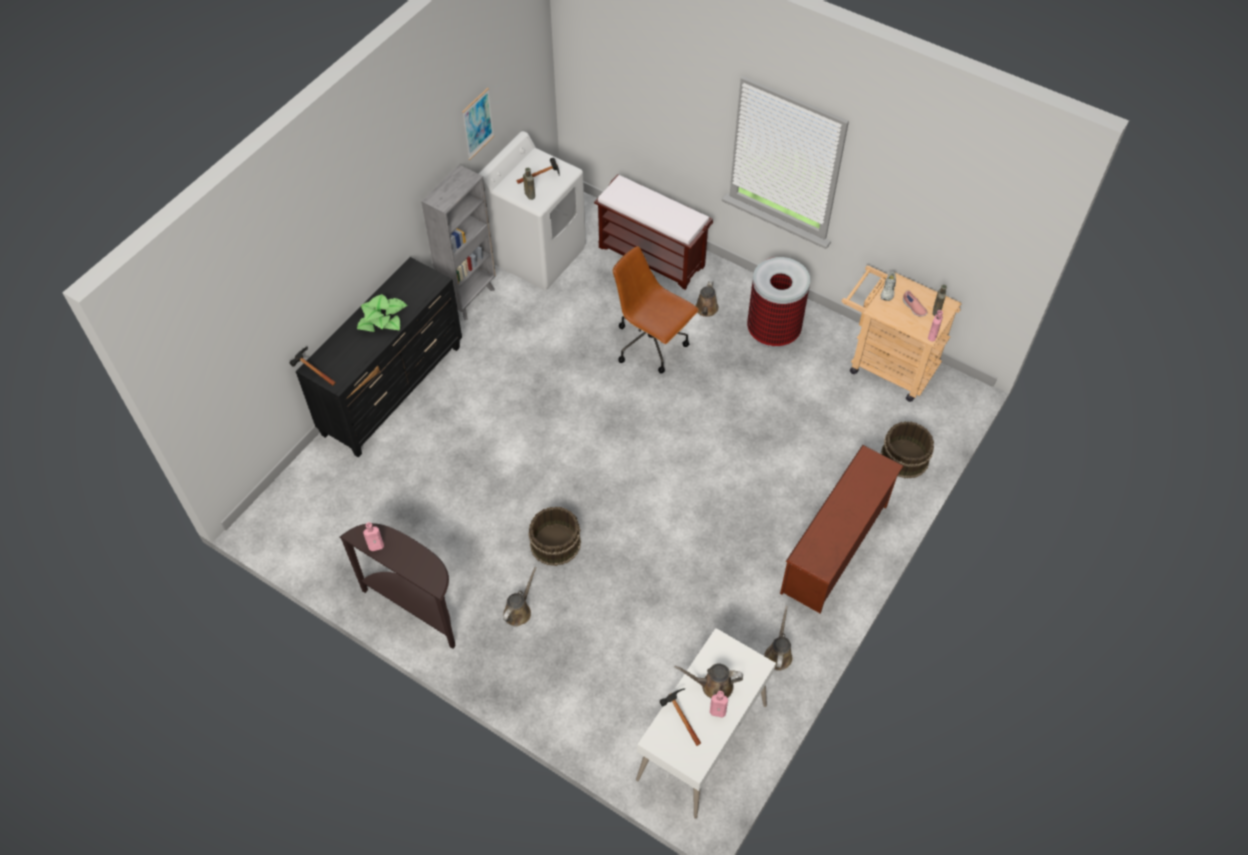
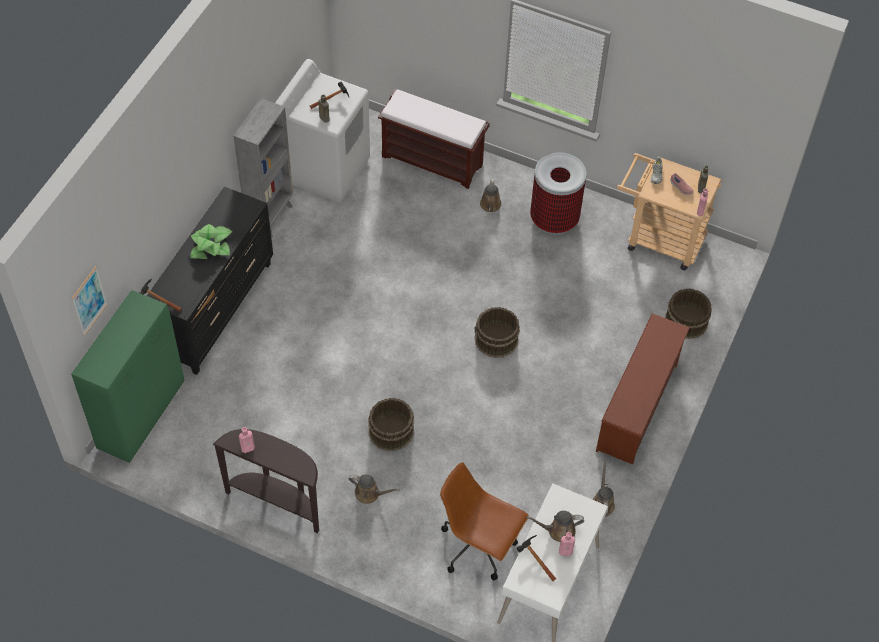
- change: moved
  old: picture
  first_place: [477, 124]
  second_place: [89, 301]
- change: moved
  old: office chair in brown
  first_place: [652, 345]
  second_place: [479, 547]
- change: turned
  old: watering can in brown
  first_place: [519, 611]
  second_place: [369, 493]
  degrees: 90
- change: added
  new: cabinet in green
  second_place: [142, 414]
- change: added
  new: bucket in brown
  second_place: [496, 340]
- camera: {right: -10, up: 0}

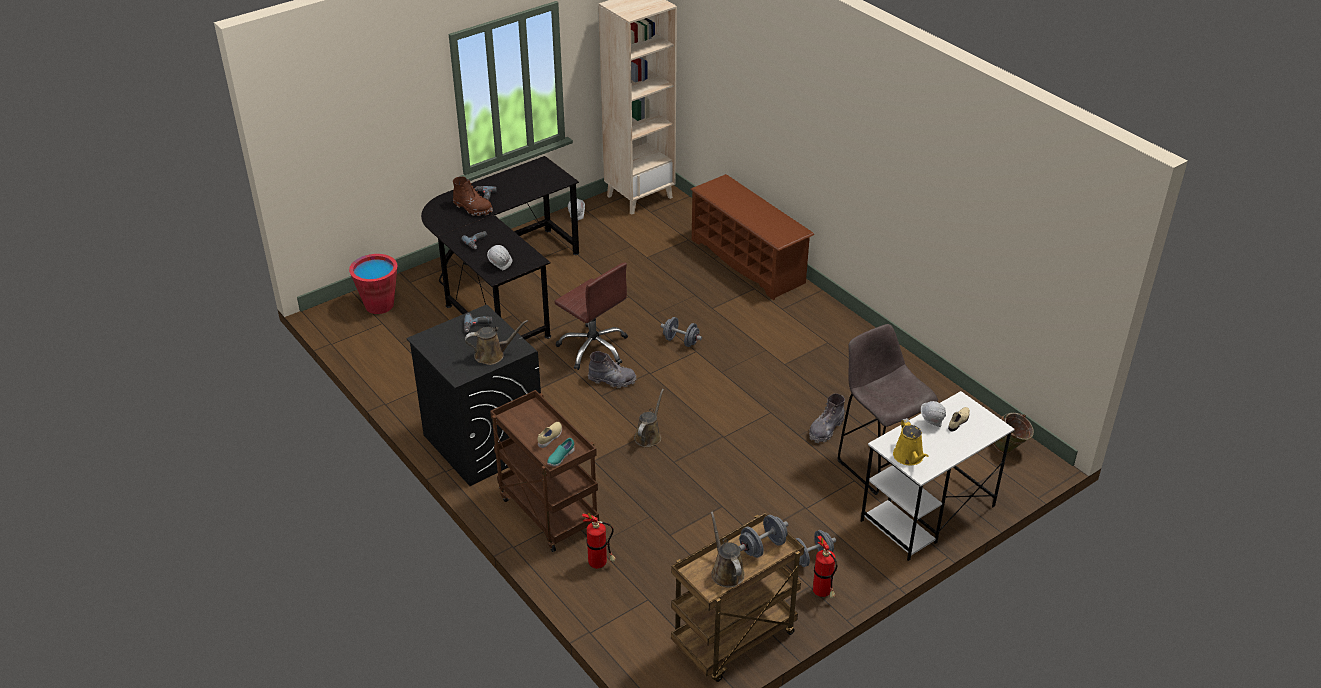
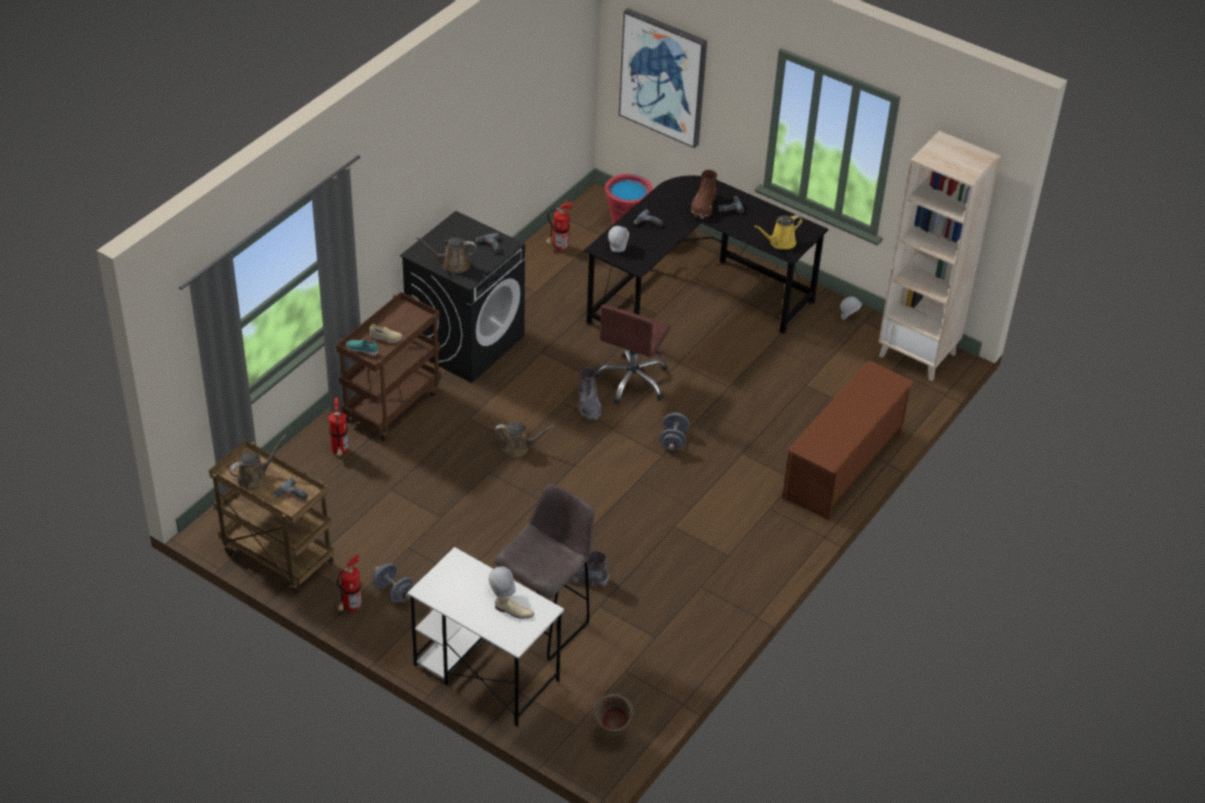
- change: turned
  old: watering can in brown
  first_place: [492, 355]
  second_place: [452, 265]
  degrees: 120
- change: moved
  old: watering can in yellow
  first_place: [909, 457]
  second_place: [780, 242]
- change: replaced
  old: dumbbell in grey
  new: power drill
  first_place: [762, 547]
  second_place: [291, 496]
- change: added
  new: picture
  second_place: [663, 77]
- change: added
  new: fire extinguisher
  second_place: [558, 247]
- camera: {right: 70, up: 5}

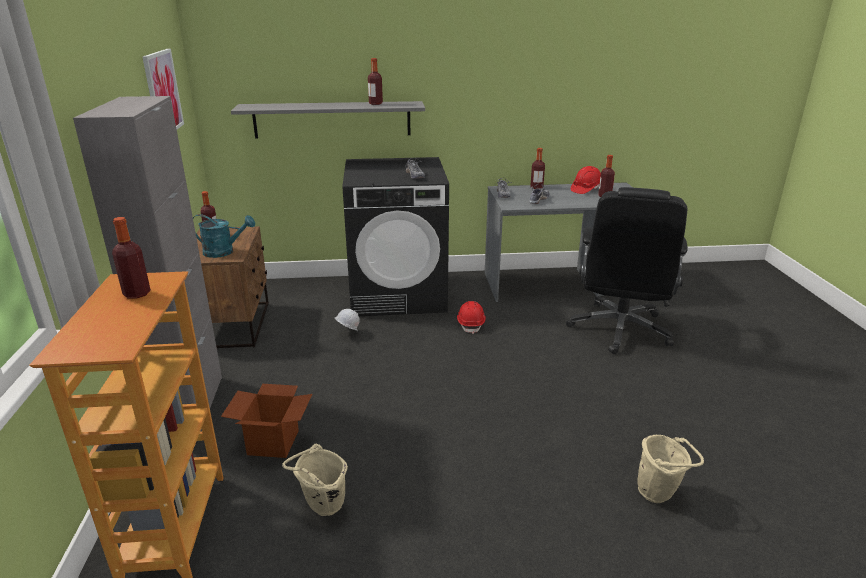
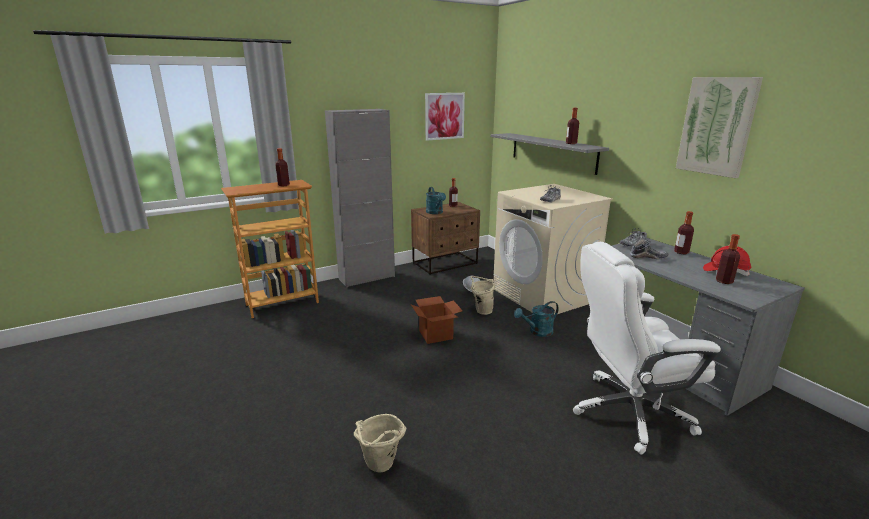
- change: recoloured
  old: washing machine in black
  new: washing machine in beige
  first_place: [398, 294]
  second_place: [543, 295]
- change: recoloured
  old: office chair in black
  new: office chair in white
  first_place: [619, 330]
  second_place: [628, 412]
- change: replaced
  old: hard hat in red
  new: watering can in turquoise
  first_place: [471, 324]
  second_place: [537, 332]
- change: moved
  old: cardboard box
  first_place: [273, 442]
  second_place: [436, 335]
- change: moved
  old: bucket in beige
  first_place: [321, 508]
  second_place: [481, 311]
- change: added
  new: picture
  second_place: [717, 126]
- camera: {right: 65, up: -5}

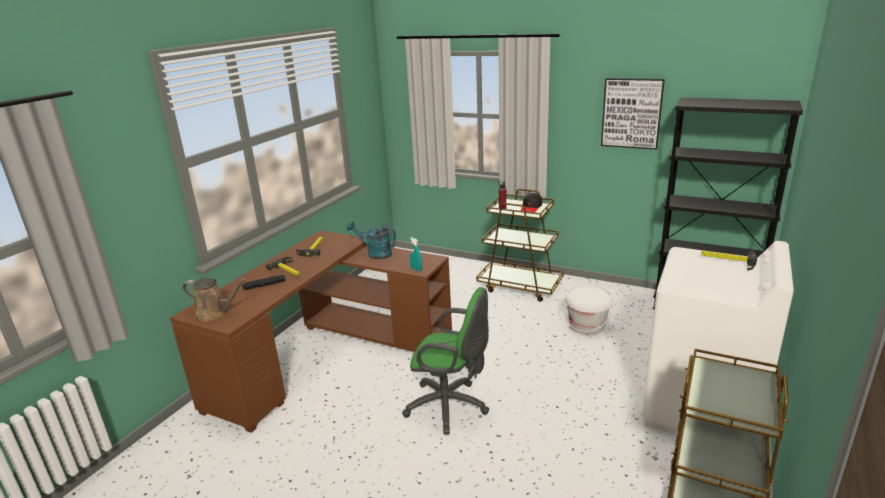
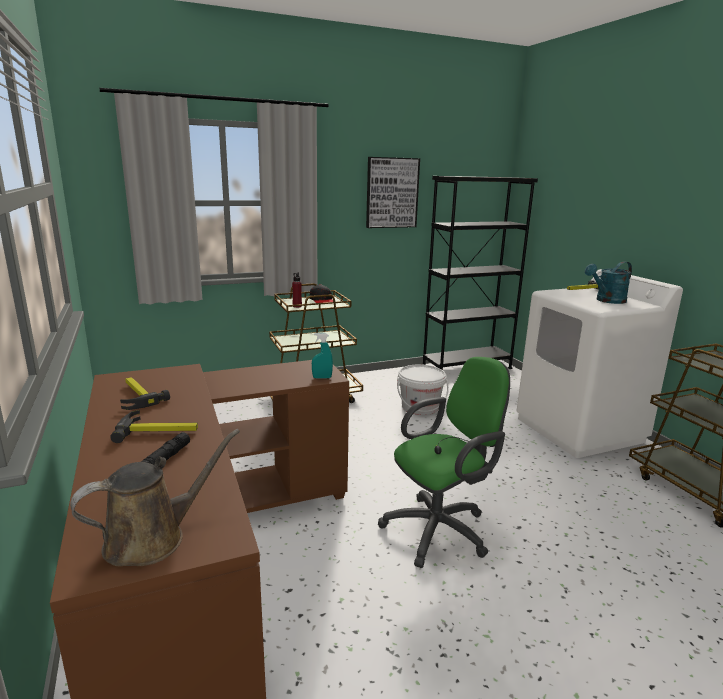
- change: moved
  old: watering can in turquoise
  first_place: [375, 254]
  second_place: [607, 301]
- camera: {right: -50, up: -5}

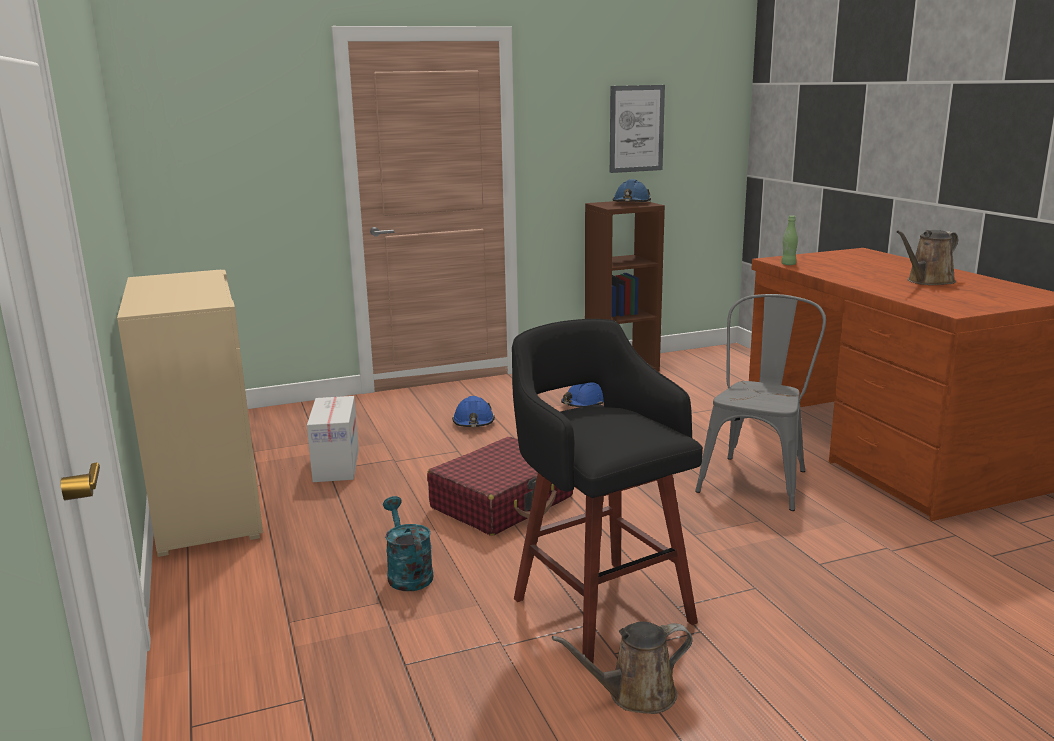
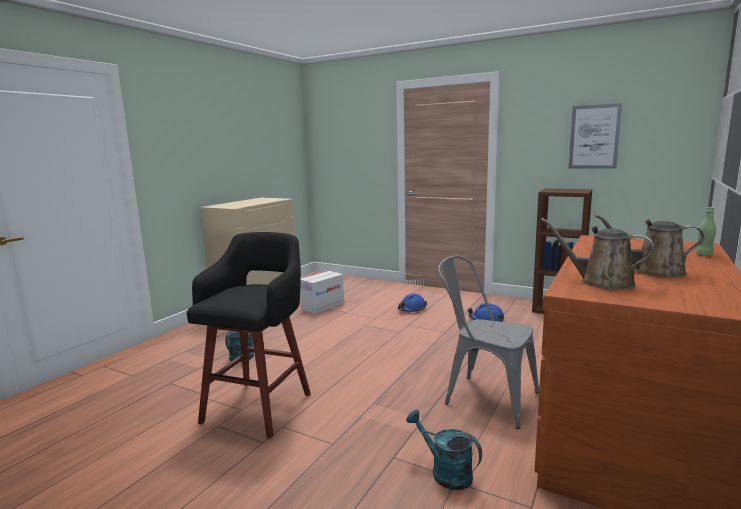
- change: removed
  old: hard hat in blue
  first_place: [631, 203]
- change: moved
  old: bottle in green
  first_place: [788, 264]
  second_place: [703, 255]
- change: turned
  old: chair in grey
  first_place: [757, 478]
  second_place: [484, 397]
  degrees: -135
- change: removed
  old: suitcase in red
  first_place: [503, 502]
- change: moved
  old: watering can in brown
  first_place: [635, 694]
  second_place: [601, 282]
- change: added
  new: watering can in turquoise
  second_place: [445, 472]
- camera: {right: 50, up: -5}

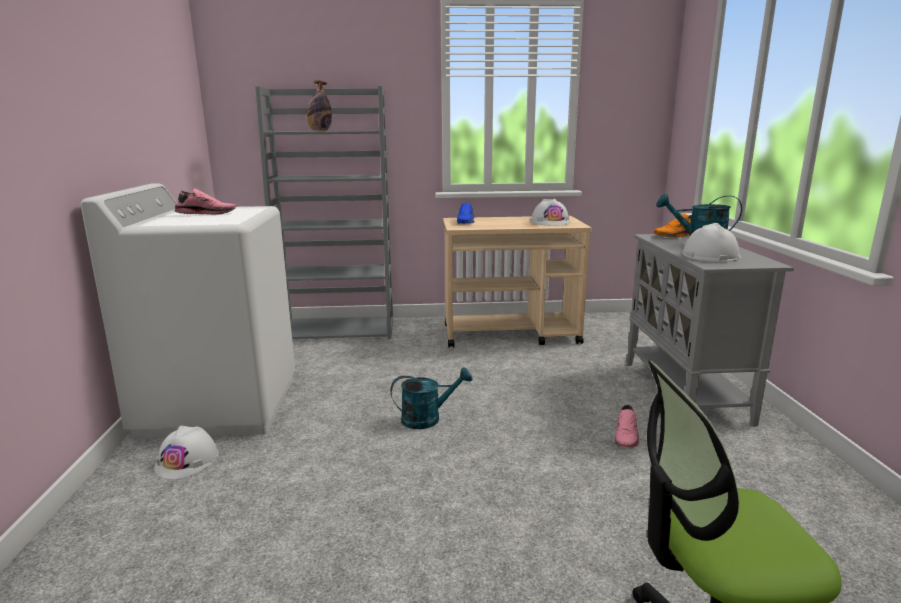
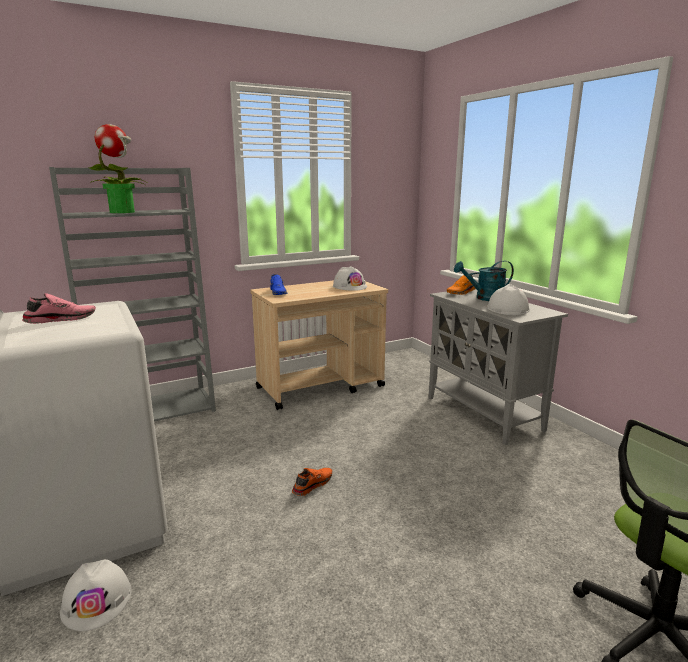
- change: replaced
  old: bottle
  new: potted plant
  first_place: [320, 131]
  second_place: [122, 212]
- change: replaced
  old: watering can in turquoise
  new: shoe in orange
  first_place: [428, 418]
  second_place: [312, 484]
- change: removed
  old: shoe in pink
  first_place: [627, 436]
- camera: {right: -25, up: 0}

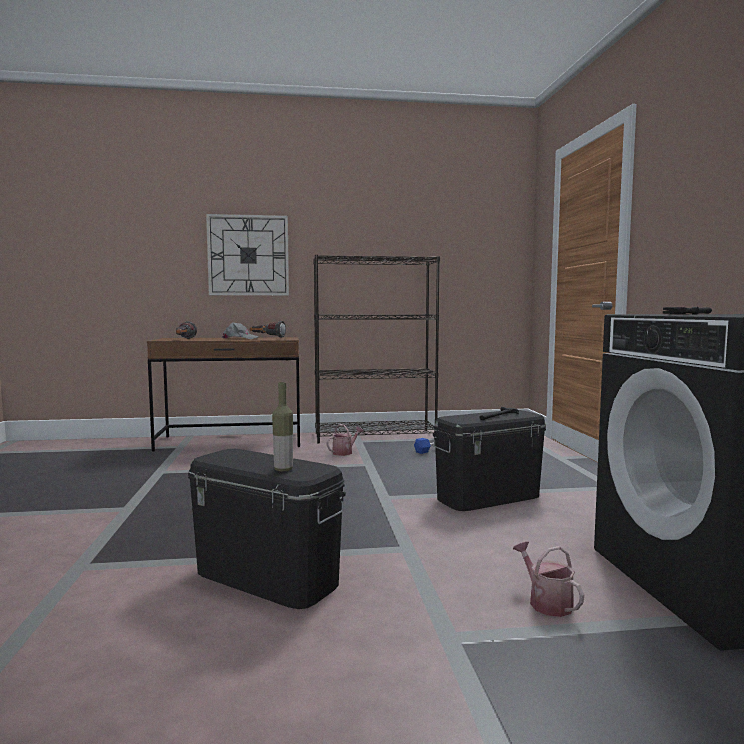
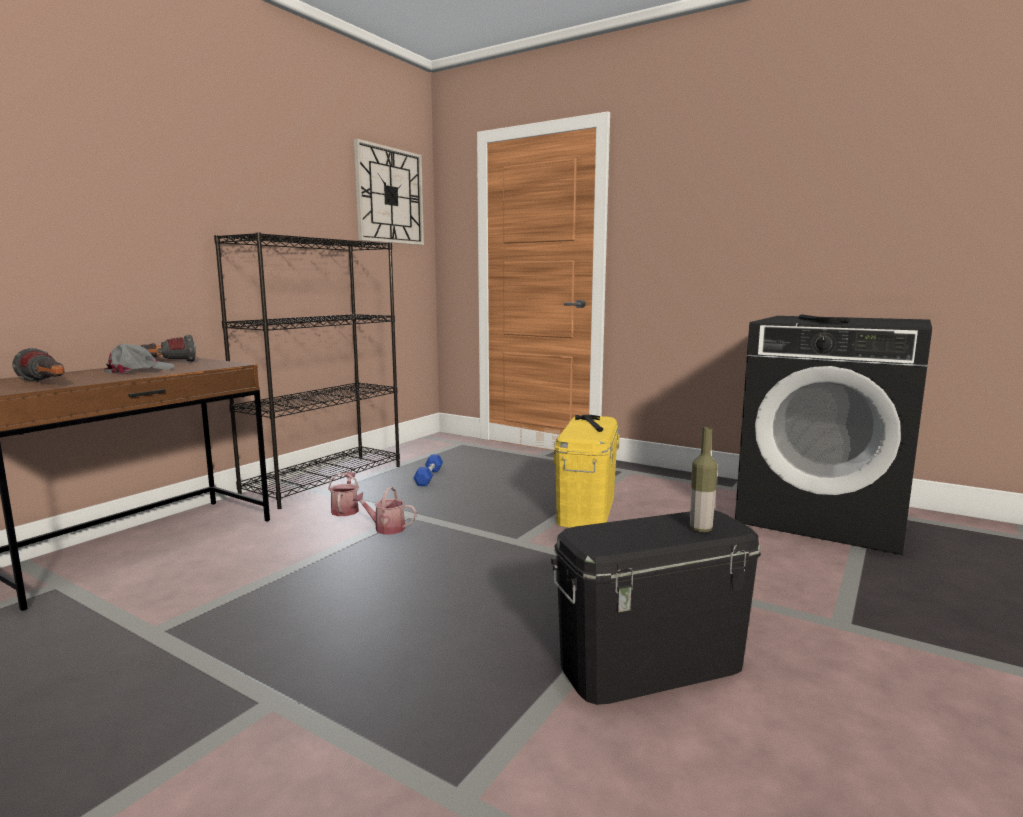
- change: moved
  old: wall clock
  first_place: [248, 255]
  second_place: [389, 195]
- change: recoloured
  old: storage box in black
  new: storage box in yellow
  first_place: [488, 497]
  second_place: [586, 508]
- change: moved
  old: watering can
  first_place: [546, 602]
  second_place: [385, 528]
- camera: {right: -50, up: 5}

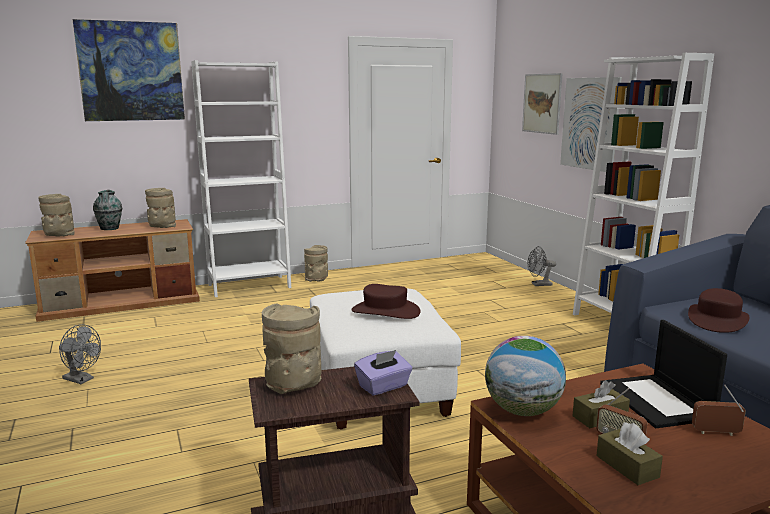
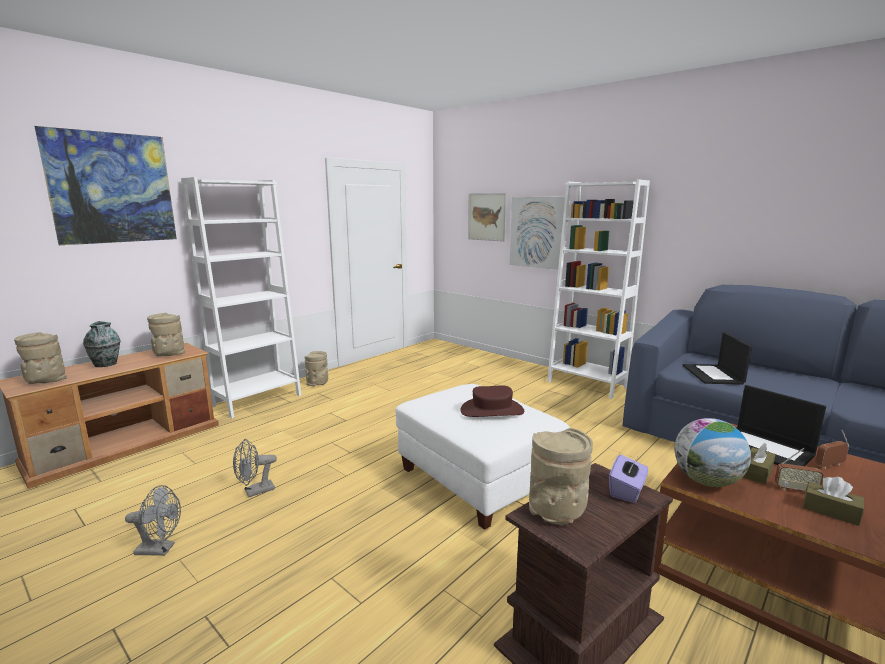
- change: moved
  old: fan in grey
  first_place: [539, 284]
  second_place: [255, 492]
- change: replaced
  old: hat in brown
  new: laptop
  first_place: [717, 320]
  second_place: [713, 375]
- camera: {right: -25, up: 0}

